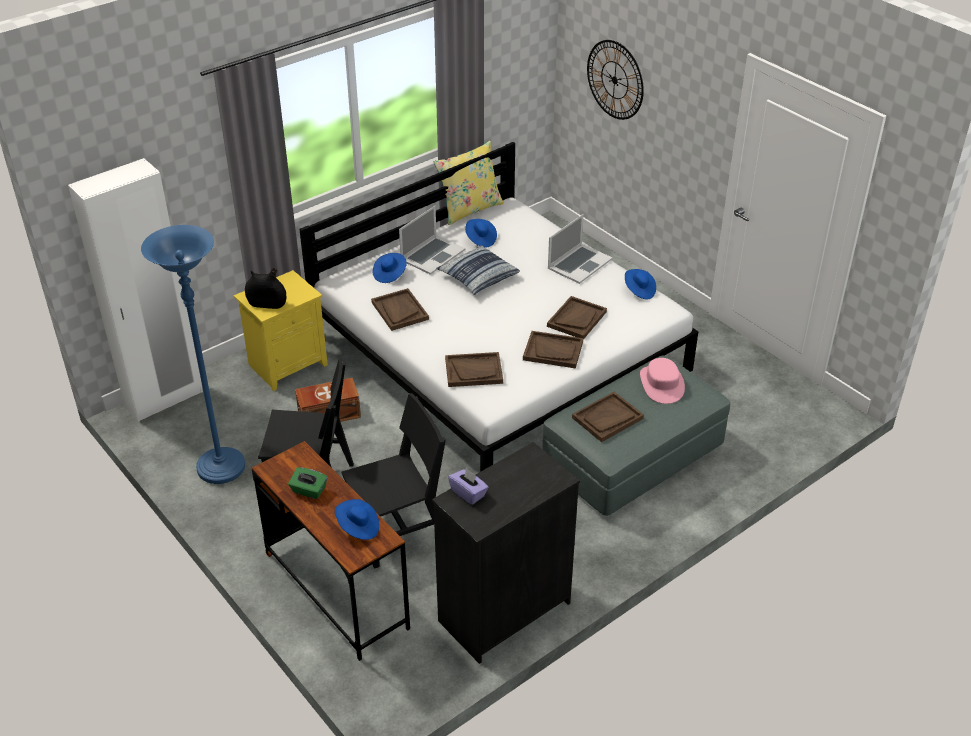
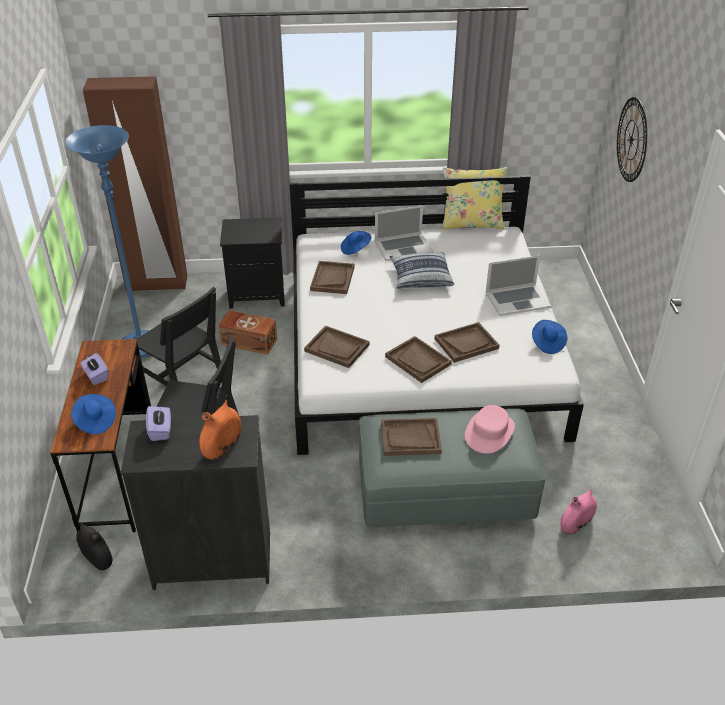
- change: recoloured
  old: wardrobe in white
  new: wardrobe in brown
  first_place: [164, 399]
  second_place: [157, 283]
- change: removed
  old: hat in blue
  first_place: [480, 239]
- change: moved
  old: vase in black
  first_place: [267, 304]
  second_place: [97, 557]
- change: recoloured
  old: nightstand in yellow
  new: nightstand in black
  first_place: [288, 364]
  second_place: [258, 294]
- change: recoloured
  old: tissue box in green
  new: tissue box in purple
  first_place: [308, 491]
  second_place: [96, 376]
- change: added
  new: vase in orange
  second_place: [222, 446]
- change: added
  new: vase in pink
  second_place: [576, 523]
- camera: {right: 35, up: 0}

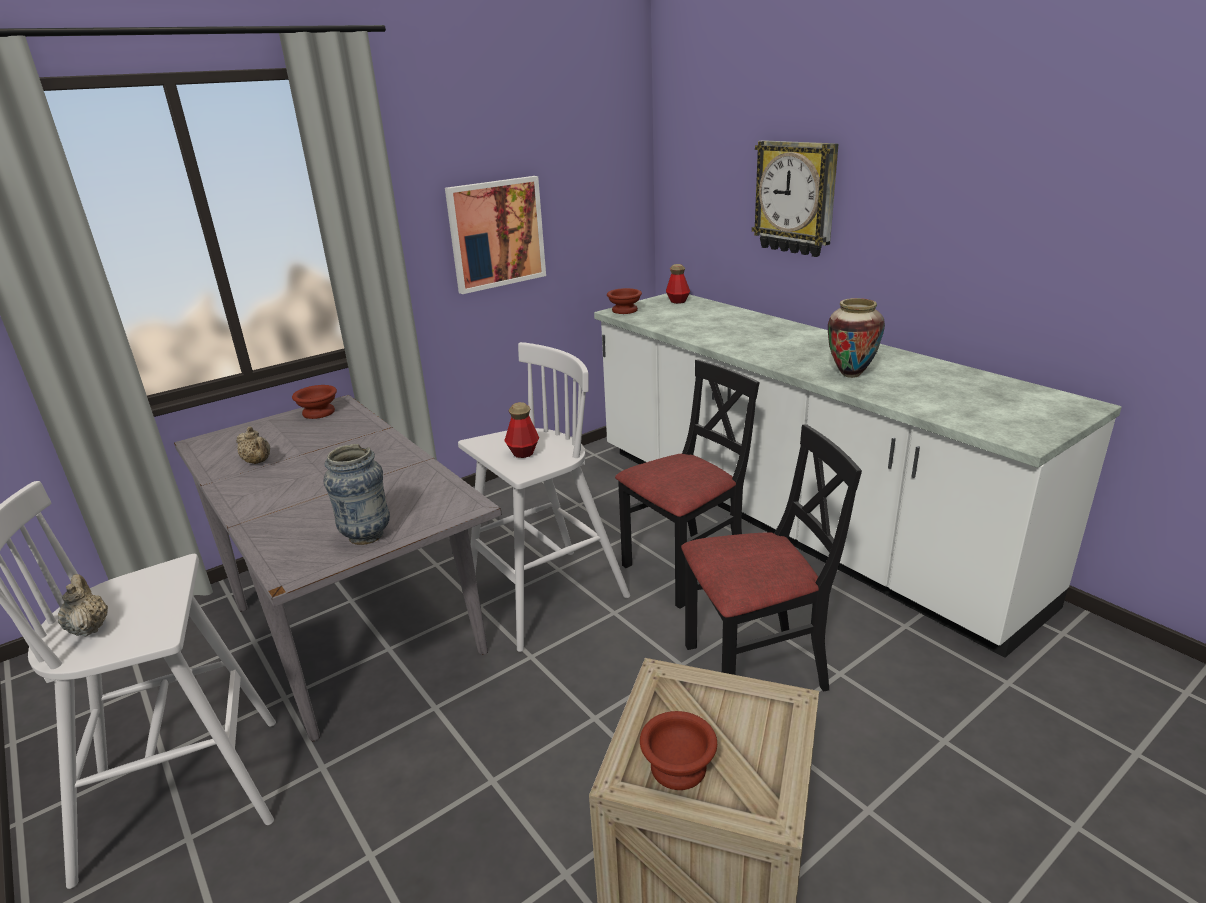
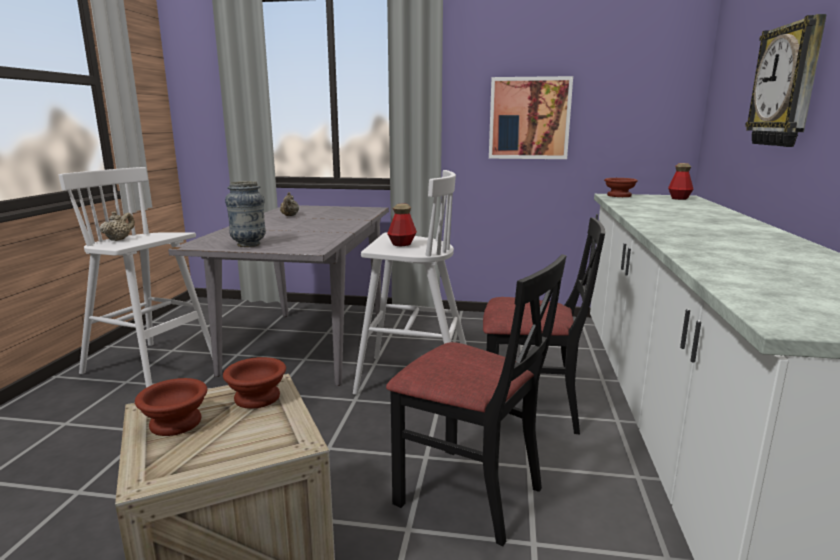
- change: removed
  old: vase
  first_place: [851, 374]
- change: moved
  old: bowl in brown
  first_place: [320, 412]
  second_place: [258, 398]
- camera: {right: 45, up: -10}

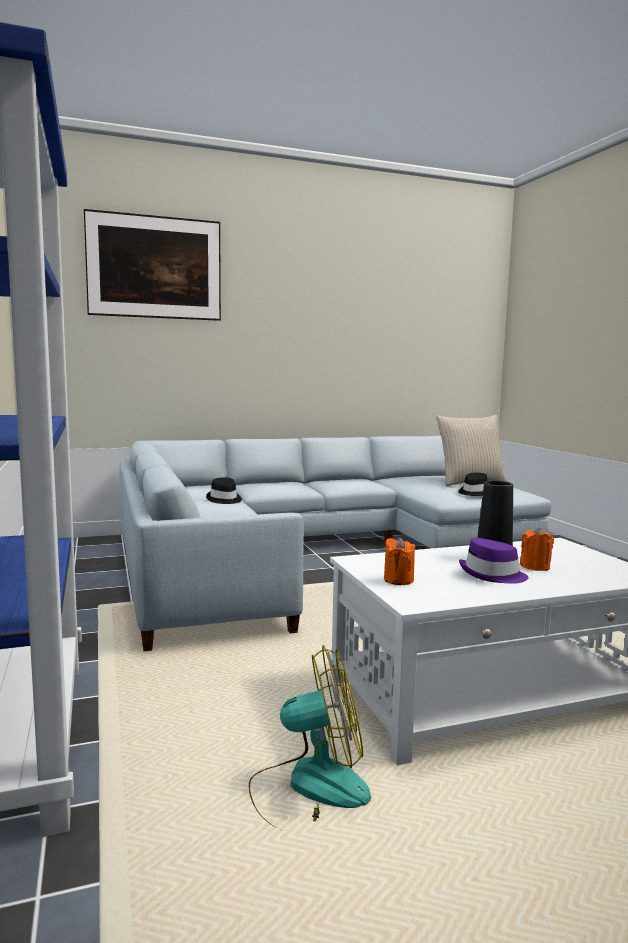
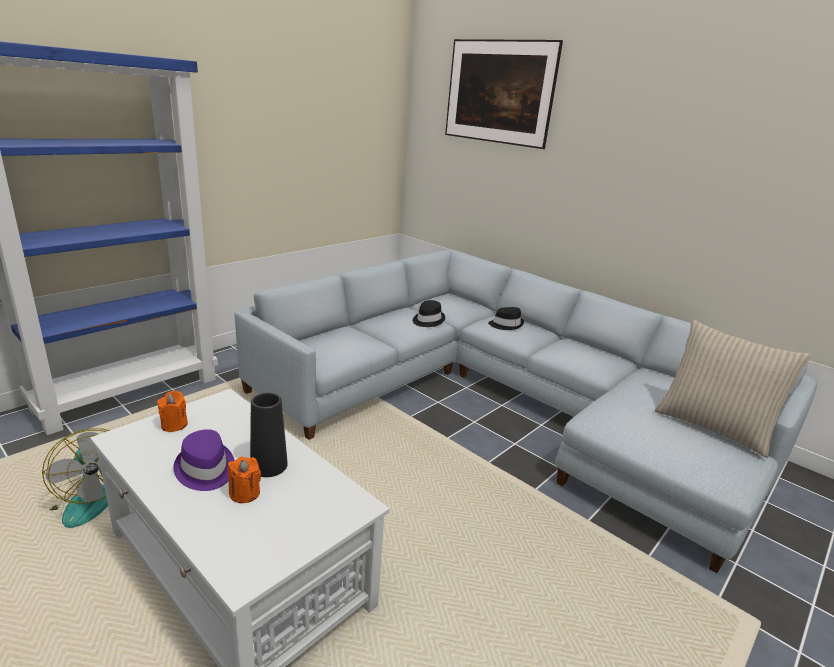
- change: moved
  old: hat in black
  first_place: [474, 492]
  second_place: [506, 325]
- camera: {right: 60, up: 15}

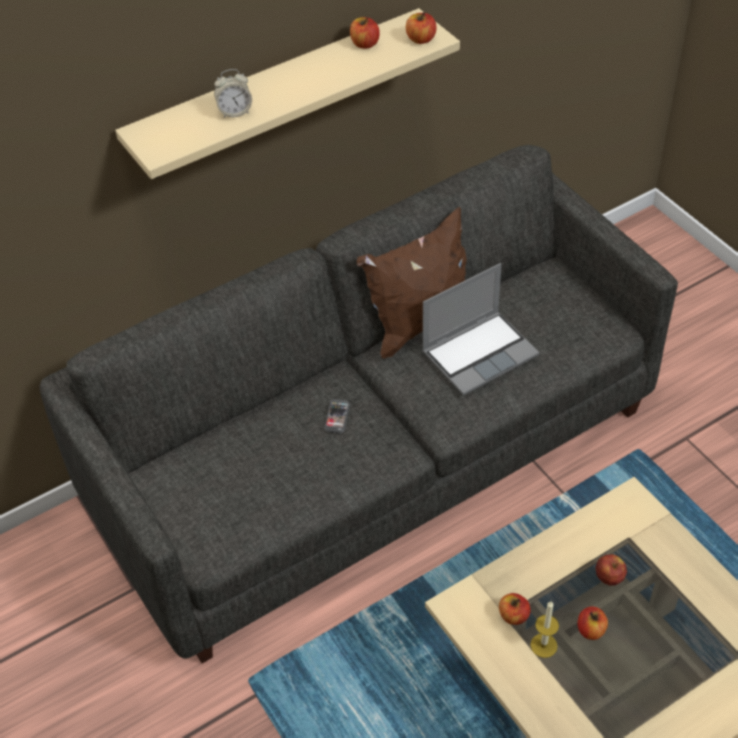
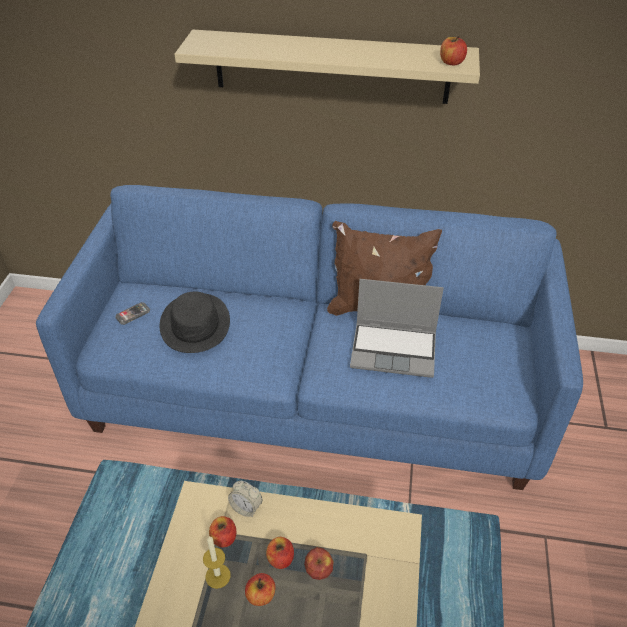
- change: moved
  old: apple
  first_place: [364, 44]
  second_place: [280, 559]
- change: moved
  old: alarm clock
  first_place: [235, 112]
  second_place: [246, 507]
- change: recoloured
  old: sofa in grey
  new: sofa in blue
  first_place: [373, 455]
  second_place: [314, 389]
- change: moved
  old: phone
  first_place: [337, 417]
  second_place: [133, 314]
- change: added
  new: hat in black
  second_place: [195, 324]
- camera: {right: 40, up: -5}

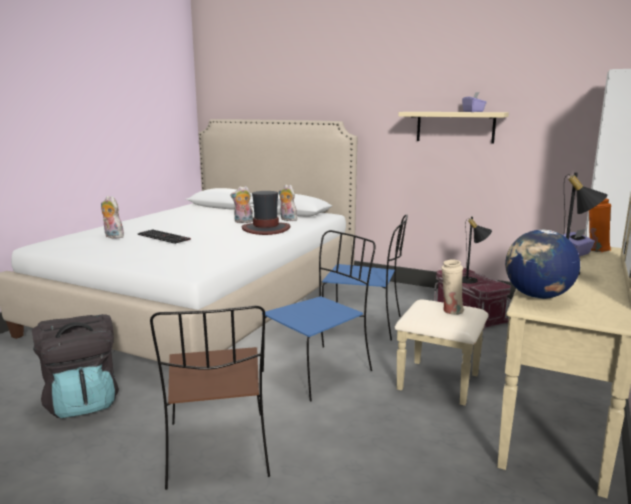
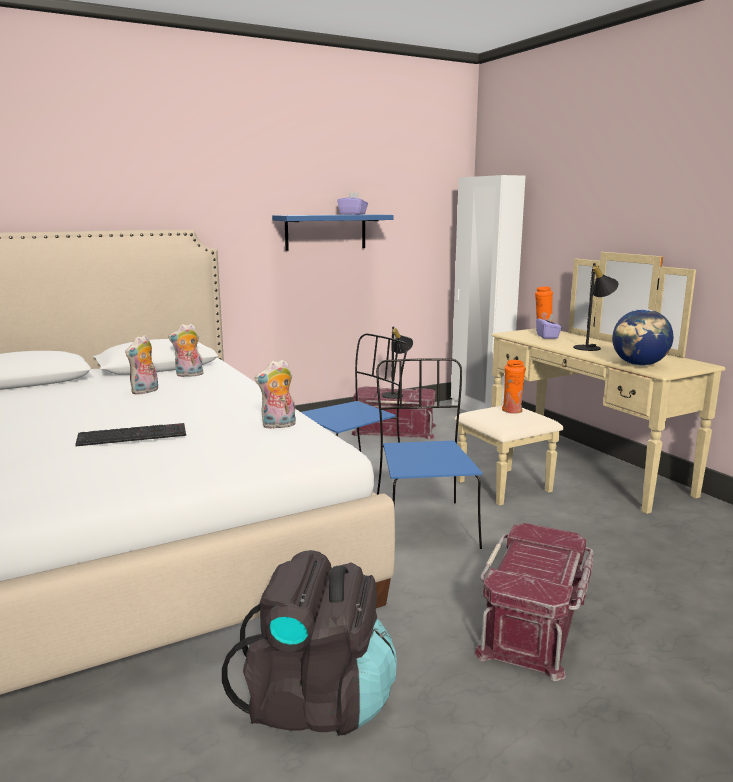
- change: recoloured
  old: shelf in beige
  new: shelf in blue
  first_place: [455, 127]
  second_place: [326, 232]
- change: removed
  old: hat
  first_place: [266, 229]
- change: moved
  old: plush toy
  first_place: [112, 237]
  second_place: [278, 426]
- change: recoloured
  old: vase in beige
  new: vase in orange
  first_place: [451, 311]
  second_place: [512, 411]
- change: replaced
  old: chair in brown
  new: storage box in red
  first_place: [218, 451]
  second_place: [535, 625]
- camera: {right: -55, up: 0}

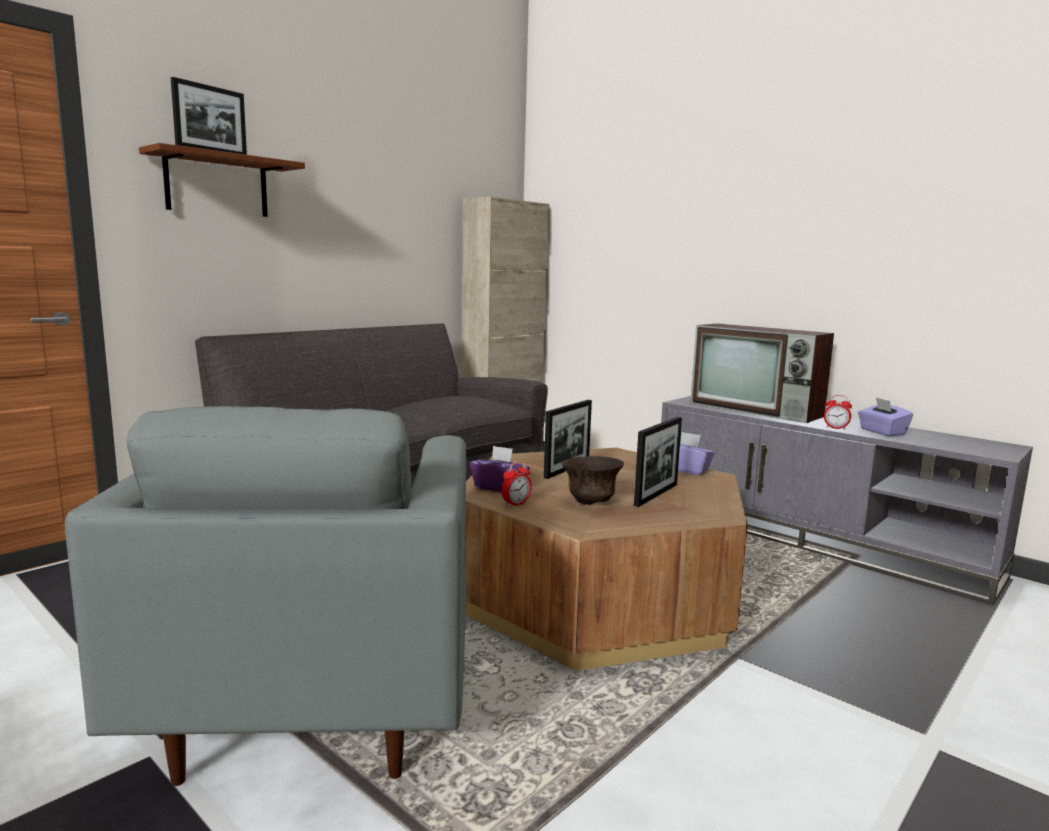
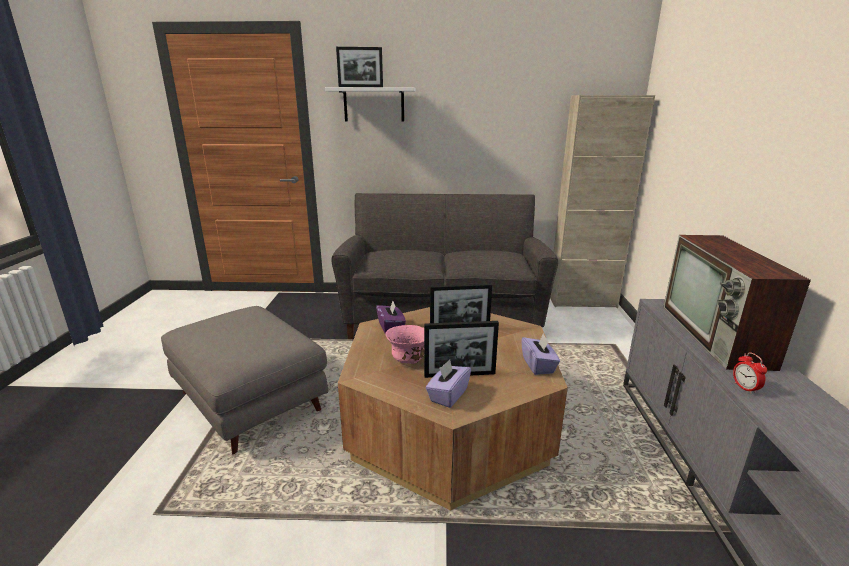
- change: recoloured
  old: shelf in brown
  new: shelf in white
  first_place: [217, 185]
  second_place: [374, 104]
- change: moved
  old: tissue box in purple
  first_place: [881, 432]
  second_place: [448, 395]
- change: replaced
  old: armchair in grey
  new: ottoman in grey
  first_place: [313, 705]
  second_place: [249, 402]
- change: recoloured
  old: bowl in brown
  new: bowl in pink
  first_place: [590, 502]
  second_place: [408, 360]
- change: removed
  old: alarm clock
  first_place: [516, 504]
- camera: {right: 50, up: 10}

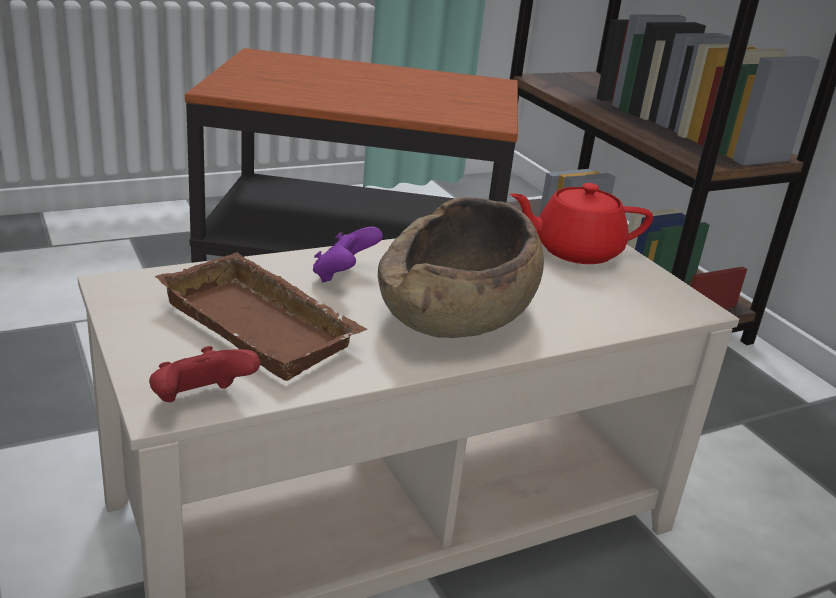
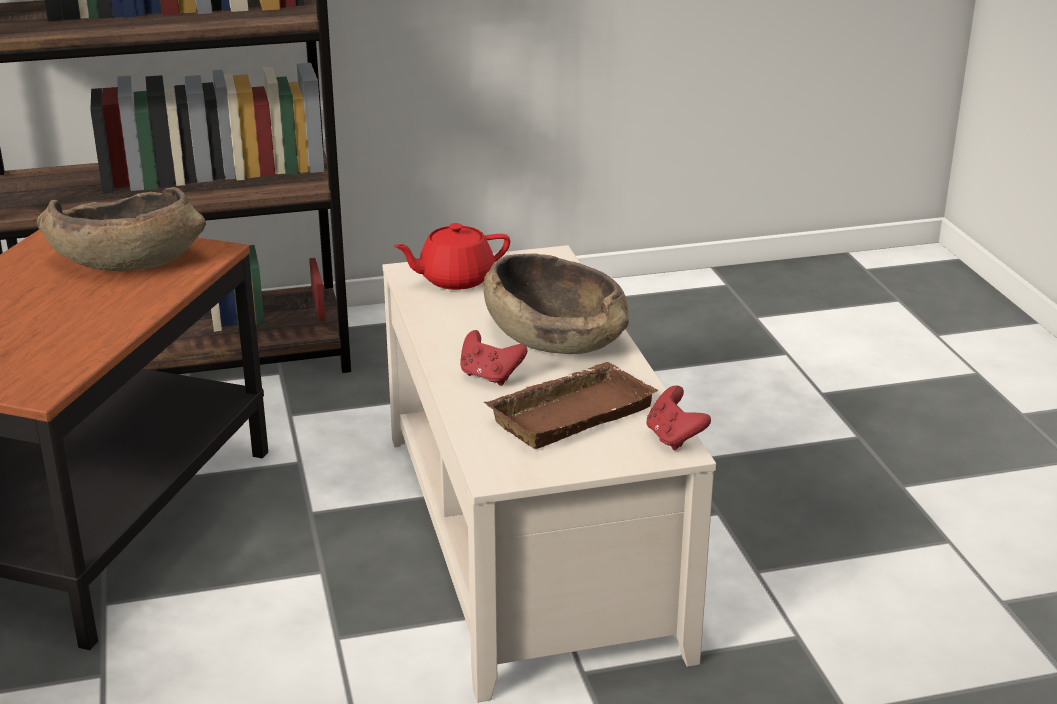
- change: turned
  old: teapot in red
  first_place: [575, 251]
  second_place: [455, 279]
  degrees: 60
- change: recoloured
  old: game controller in purple
  new: game controller in red
  first_place: [343, 276]
  second_place: [490, 376]
- change: added
  new: bowl in brown
  second_place: [125, 260]
- camera: {right: -75, up: 0}

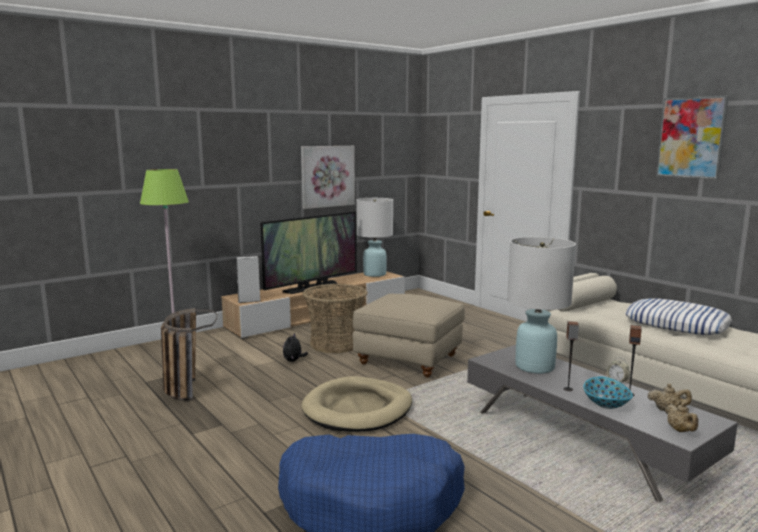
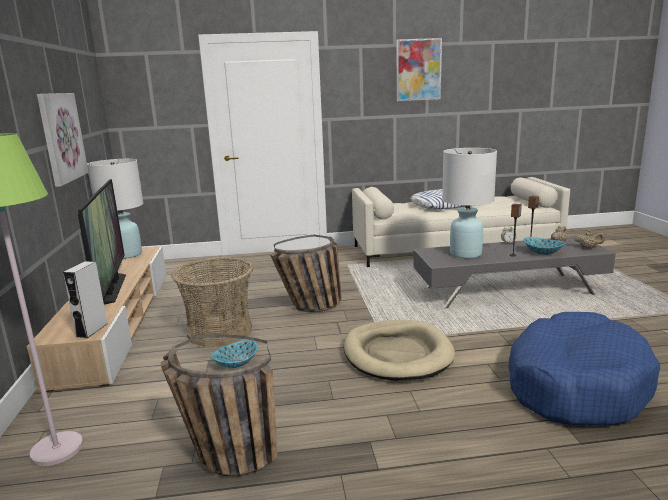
- change: replaced
  old: ottoman in beige
  new: basket
  first_place: [409, 360]
  second_place: [310, 308]
- change: replaced
  old: plush toy
  new: bowl
  first_place: [293, 361]
  second_place: [236, 364]
- camera: {right: -60, up: 5}

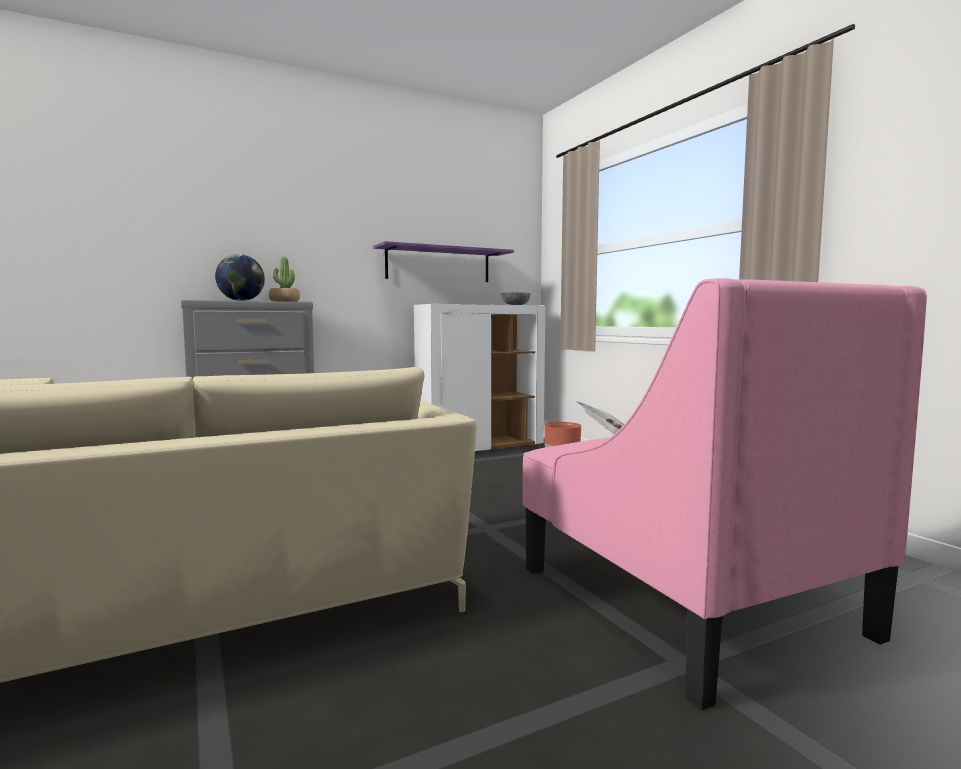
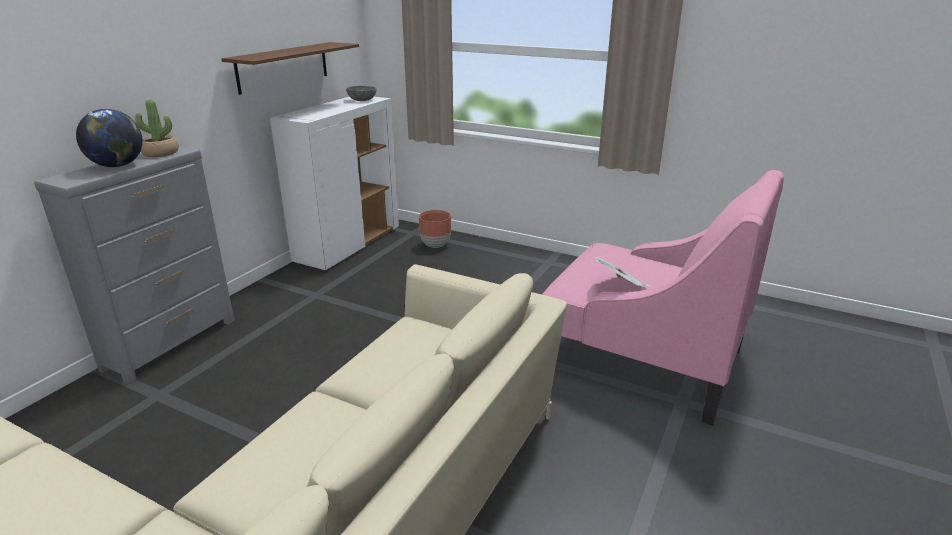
- change: recoloured
  old: shelf in purple
  new: shelf in brown
  first_place: [438, 265]
  second_place: [283, 67]
- camera: {right: -35, up: 20}

